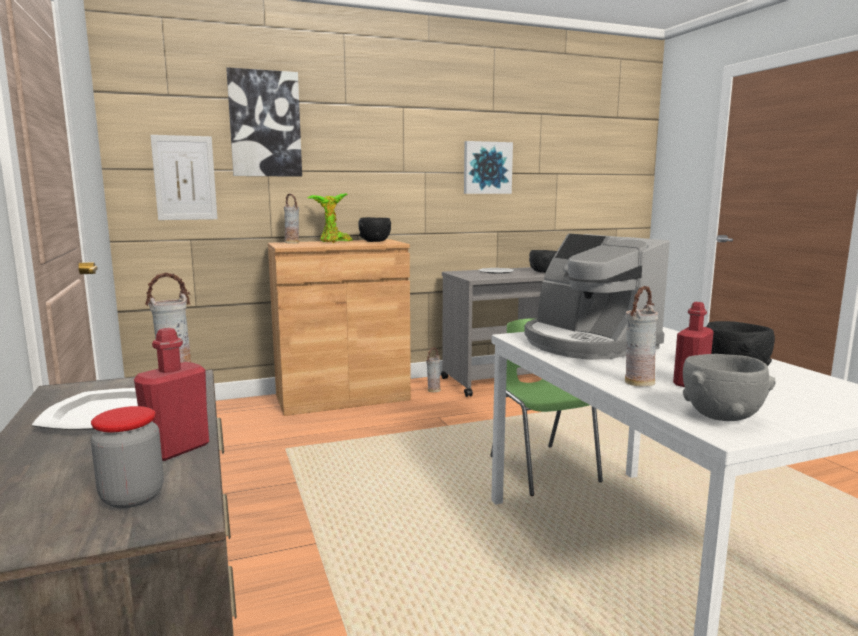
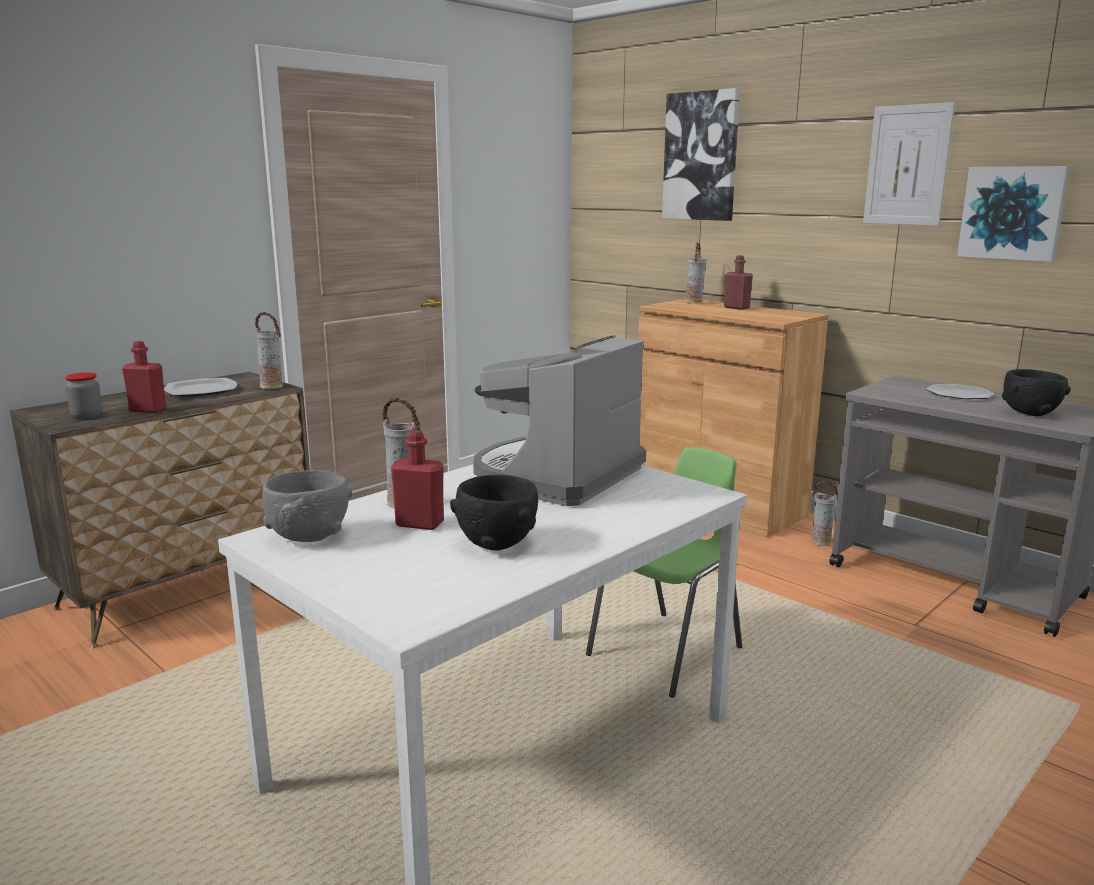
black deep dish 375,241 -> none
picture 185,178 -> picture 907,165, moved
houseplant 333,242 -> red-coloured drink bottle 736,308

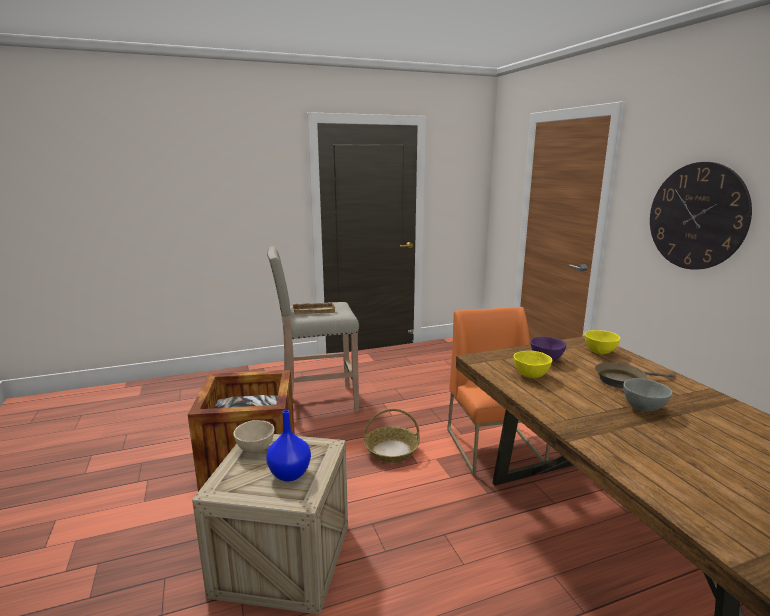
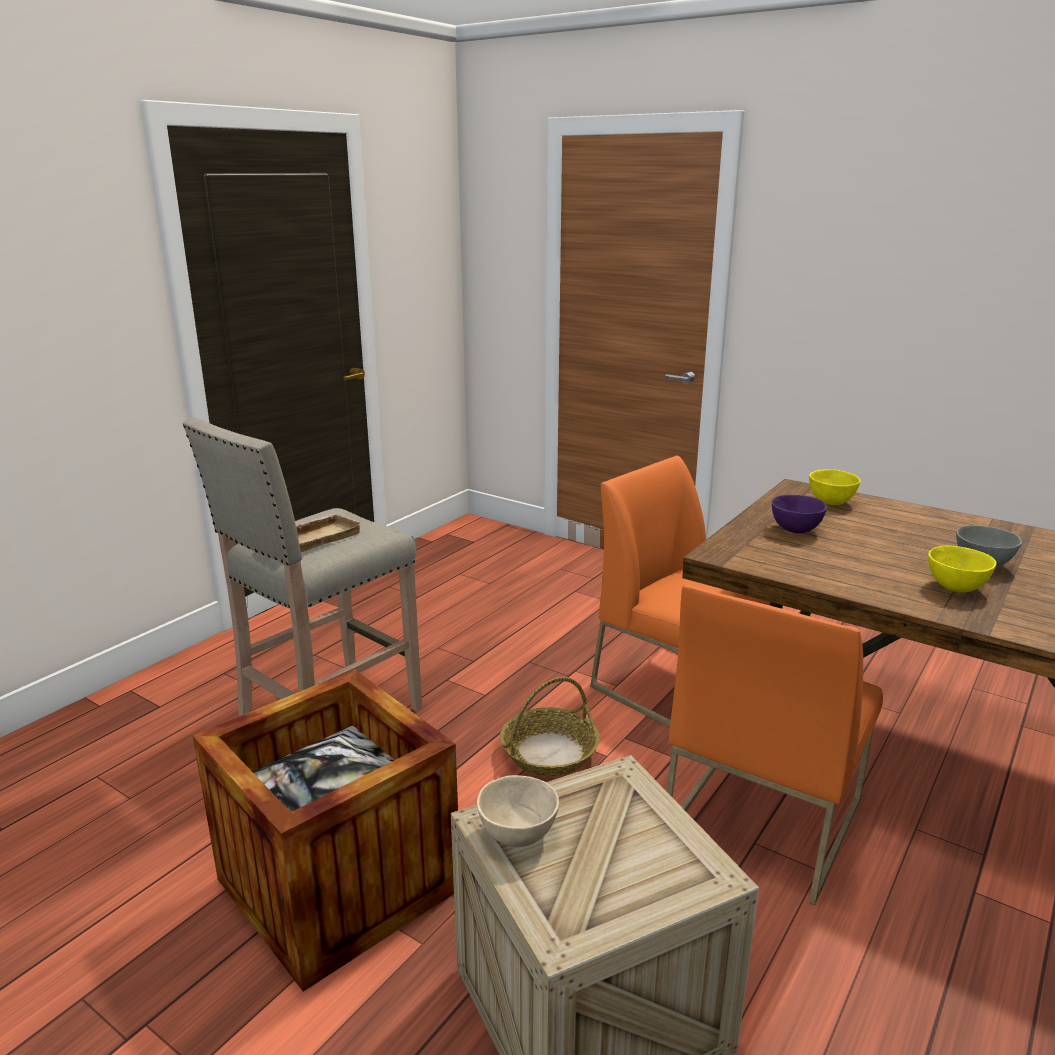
blue-coloured flower vase 289,474 -> none
brown skillet 623,380 -> none
clock on the wall 696,216 -> none
none -> orange upright chair 761,818
yellowish deep dish 530,376 -> yellowish deep dish 955,588, moved

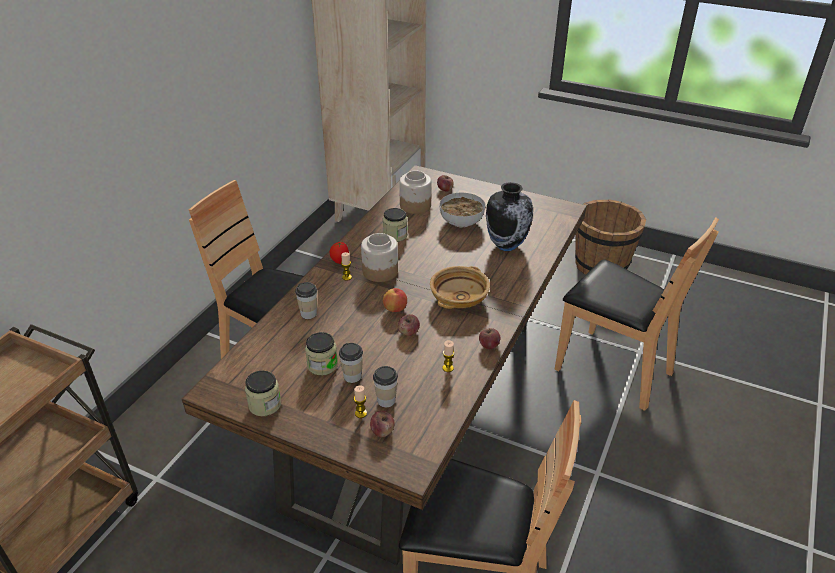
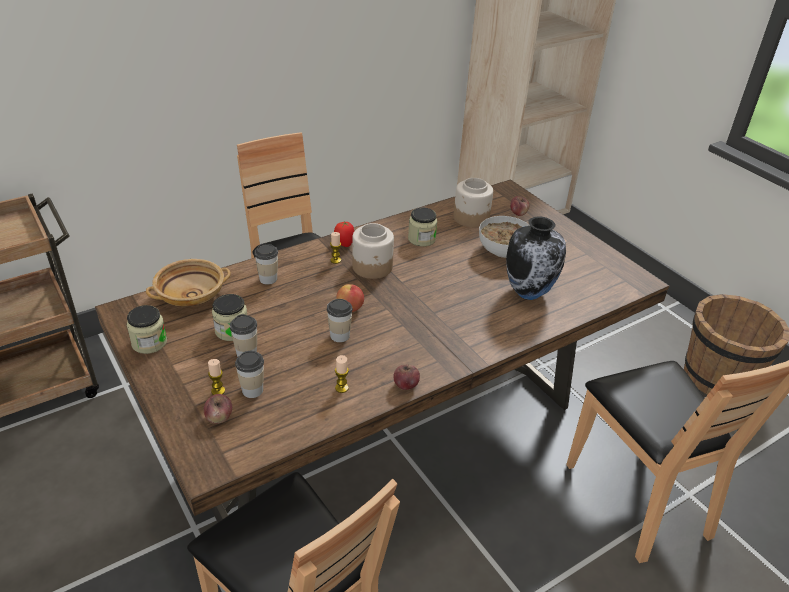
sand-coloured deep dish 459,298 -> sand-coloured deep dish 191,296, moved
whole apple 408,332 -> drinking cup 340,336

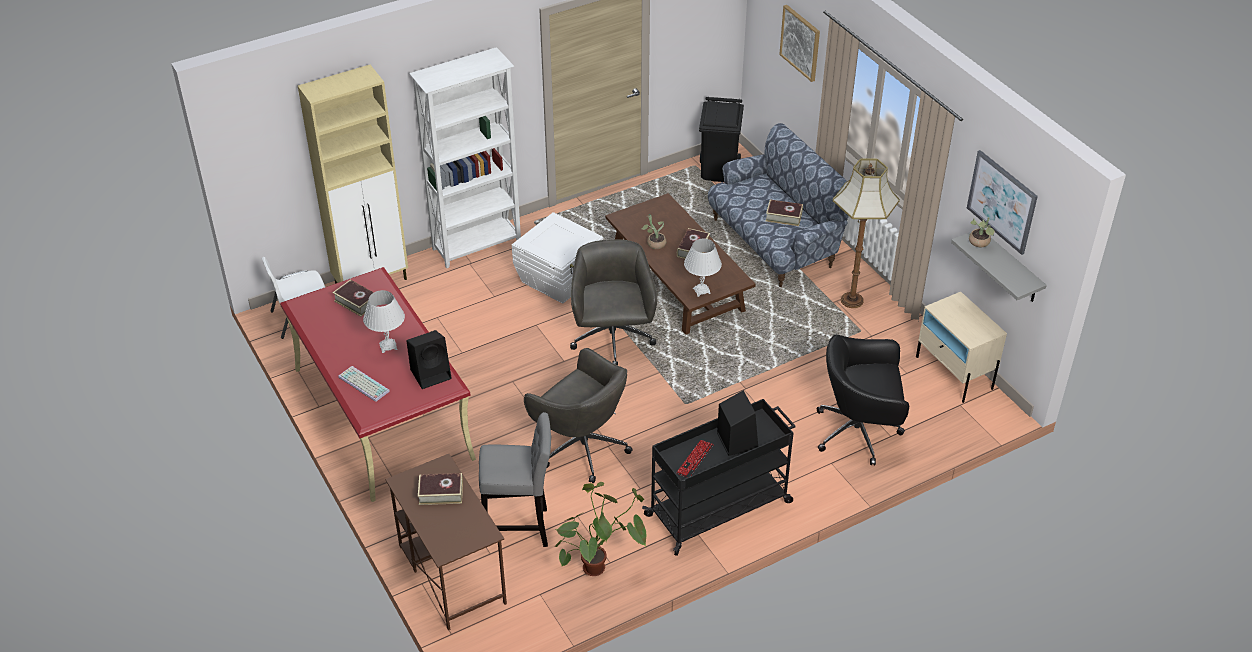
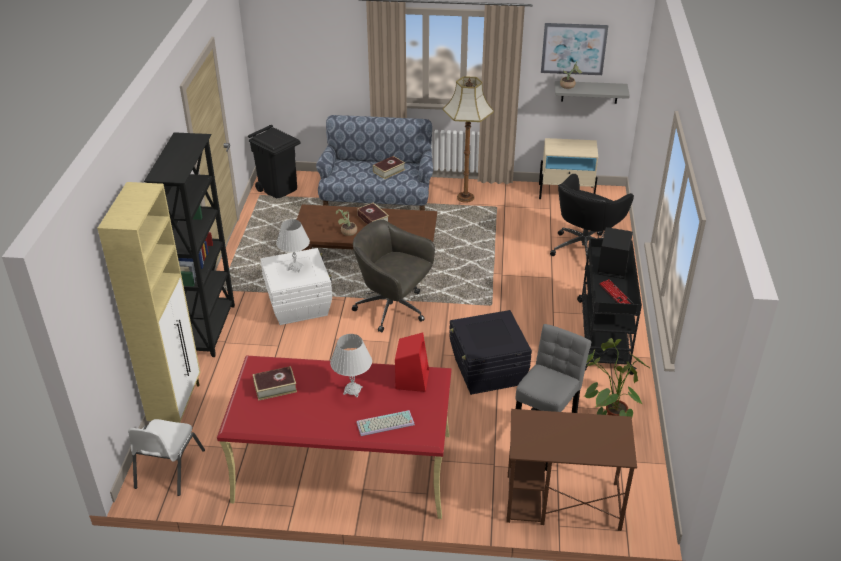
book 441,493 -> none
picture 800,42 -> none
white-coloured lamp for a table 701,291 -> white-coloured lamp for a table 295,268, moved
greyish desk chair 581,447 -> black storage bin 487,372
black loudspeaker 431,373 -> red-coloured loudspeaker 412,379
white-coloured bookshelf 478,246 -> black bookshelf 210,329

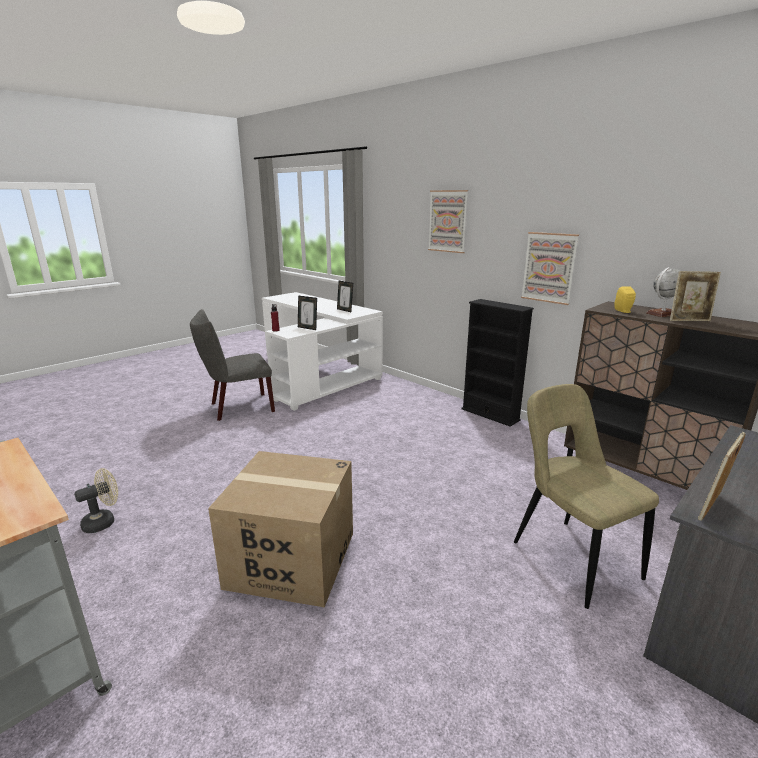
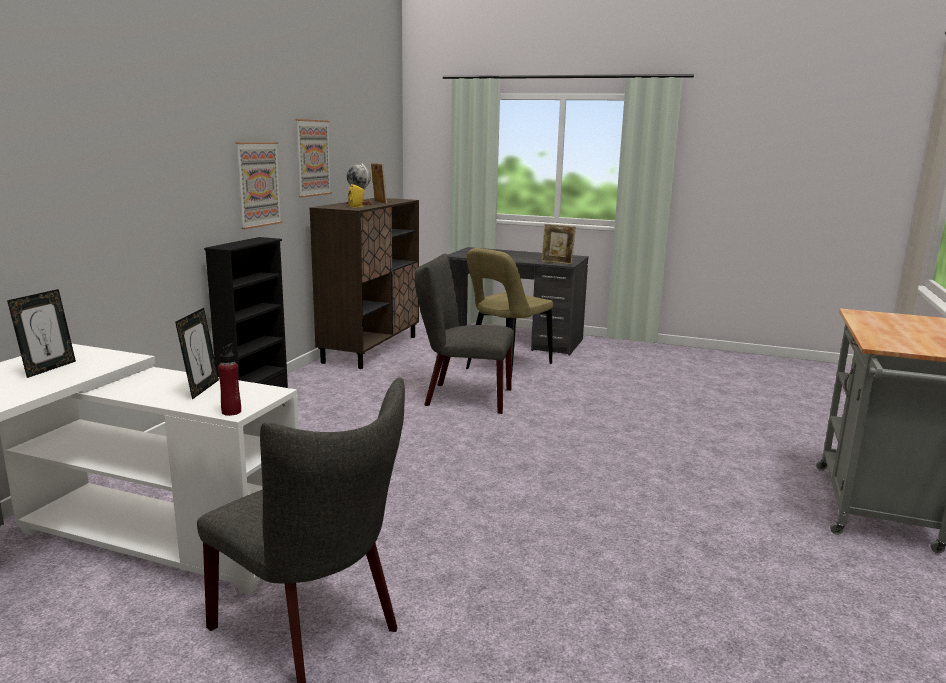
sand-coloured electric fan 104,521 -> none
carton 291,559 -> none
none -> greyish upright chair 462,397
picture 448,221 -> picture 312,158, moved

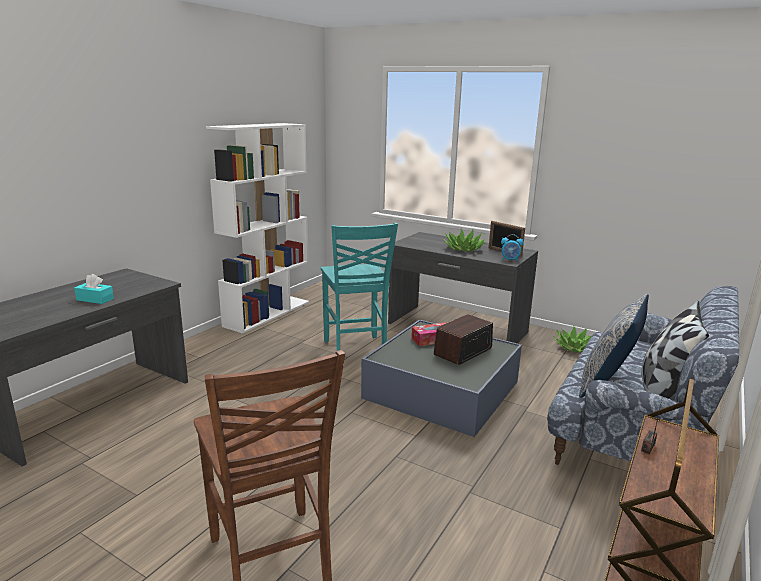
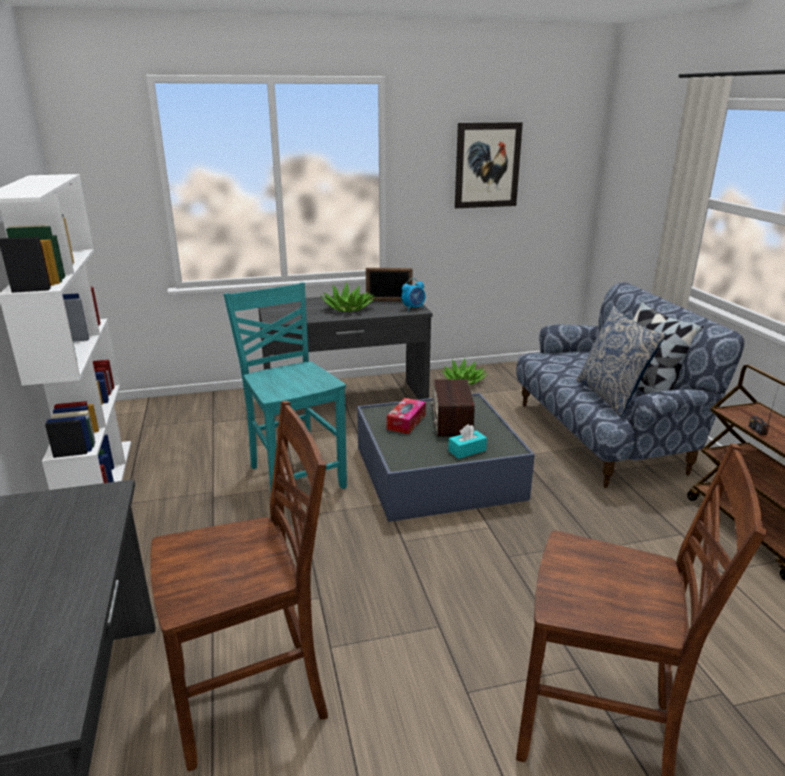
none -> brown upright chair 253,698
none -> picture 487,165
turquoise tissue holder 95,299 -> turquoise tissue holder 467,450, moved
turquoise upright chair 355,352 -> turquoise upright chair 295,476, 150 degrees counterclockwise

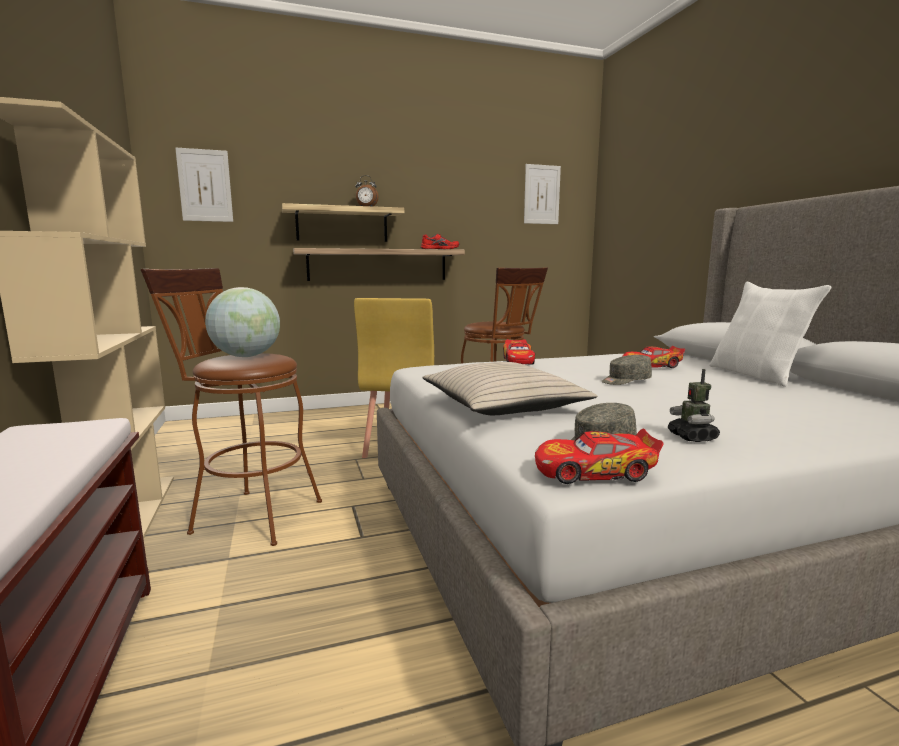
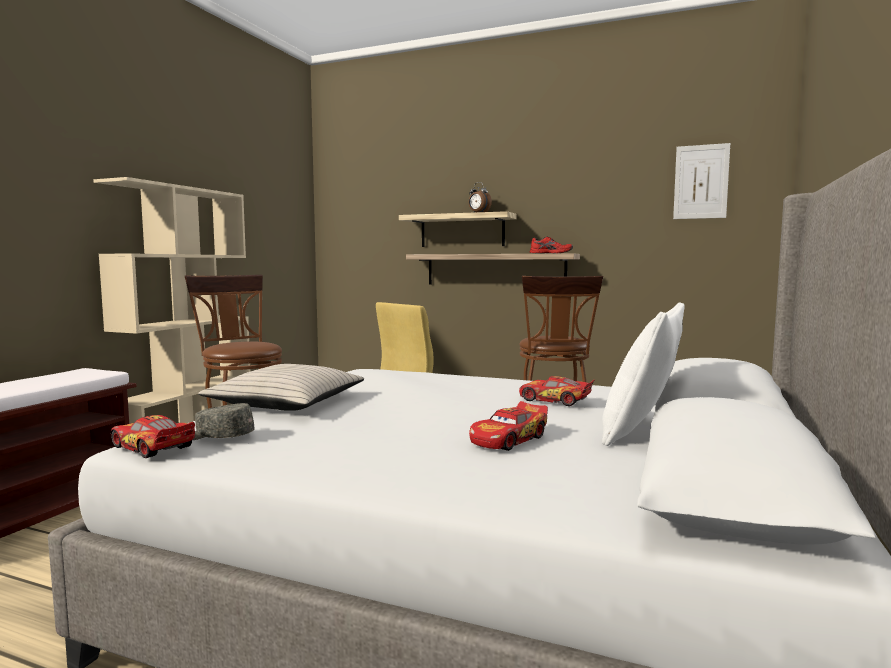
picture 205,185 -> none
globe 246,356 -> none
greyish baseball cap 625,381 -> none
toy robot 692,437 -> none
toy car 518,361 -> toy car 509,439, moved

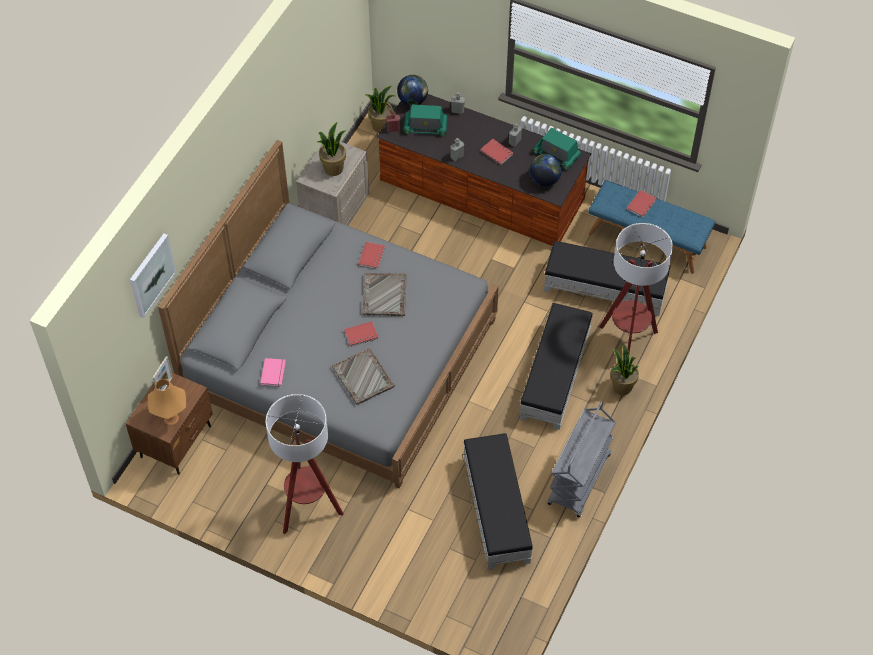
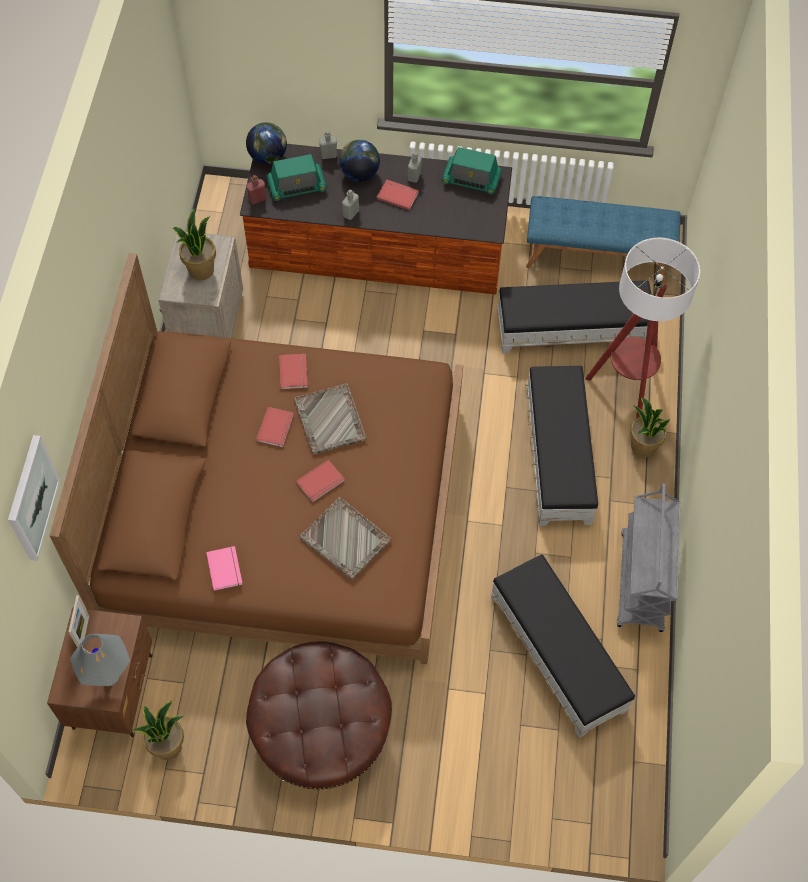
houseplant 381,126 -> houseplant 167,745, moved
globe 544,180 -> globe 359,174, moved
red-coloured book 642,205 -> red-coloured book 276,428, moved
floor lamp 308,509 -> brown footrest 321,729
orange lamp for a table 171,418 -> greyish lamp for a table 108,676
greyish sleeping bed 340,356 -> brown sleeping bed 284,509

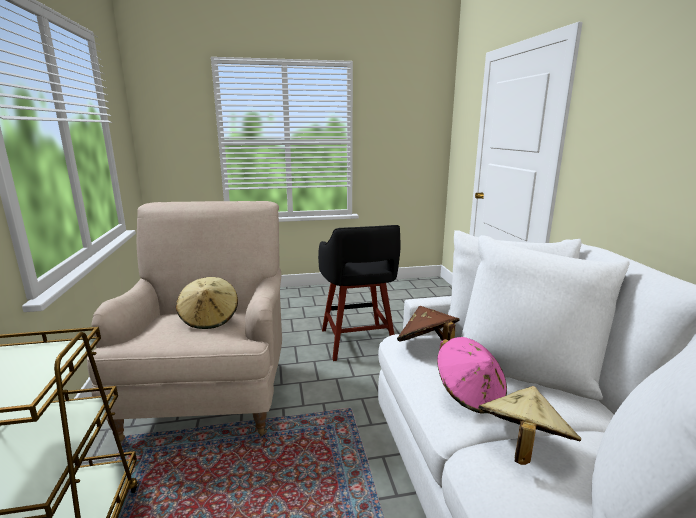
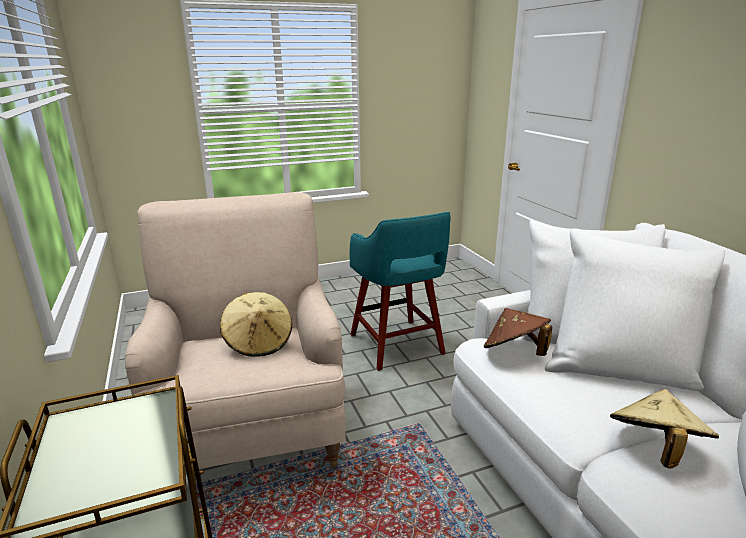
pinkish hat 469,394 -> none
black sitting stool 358,342 -> turquoise sitting stool 397,345

